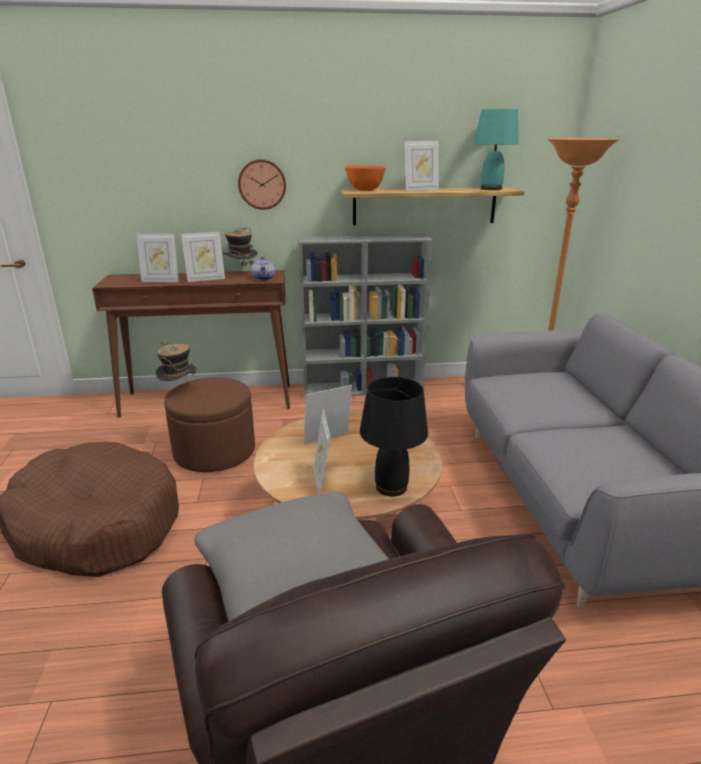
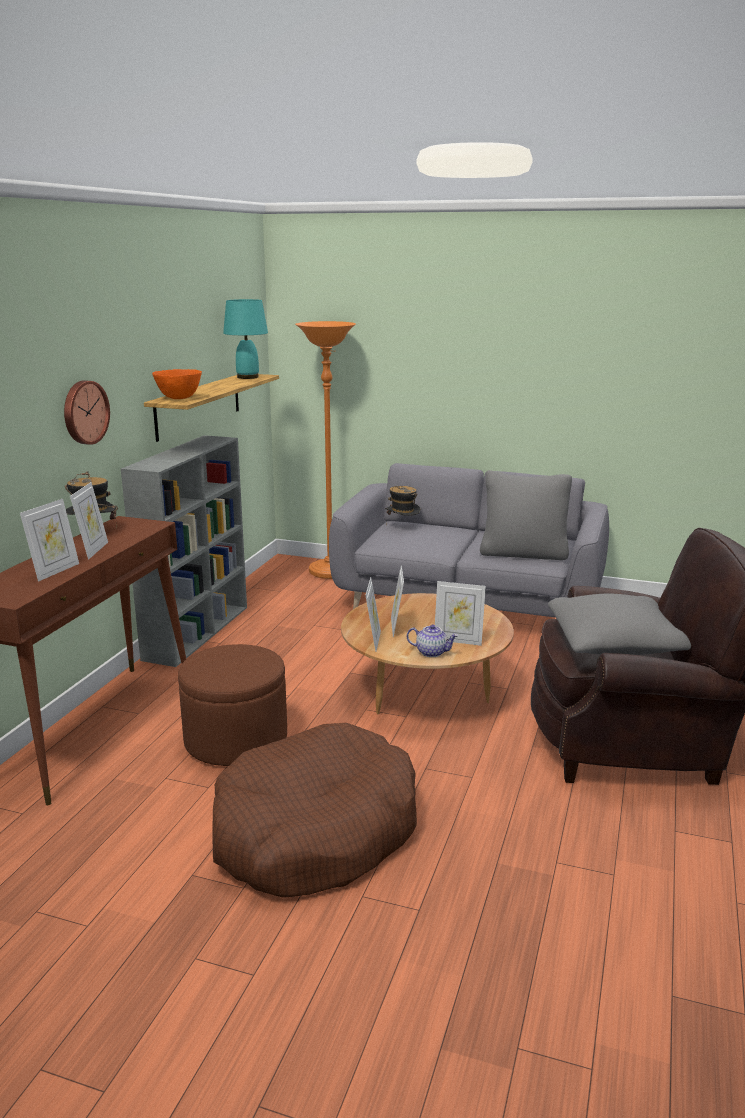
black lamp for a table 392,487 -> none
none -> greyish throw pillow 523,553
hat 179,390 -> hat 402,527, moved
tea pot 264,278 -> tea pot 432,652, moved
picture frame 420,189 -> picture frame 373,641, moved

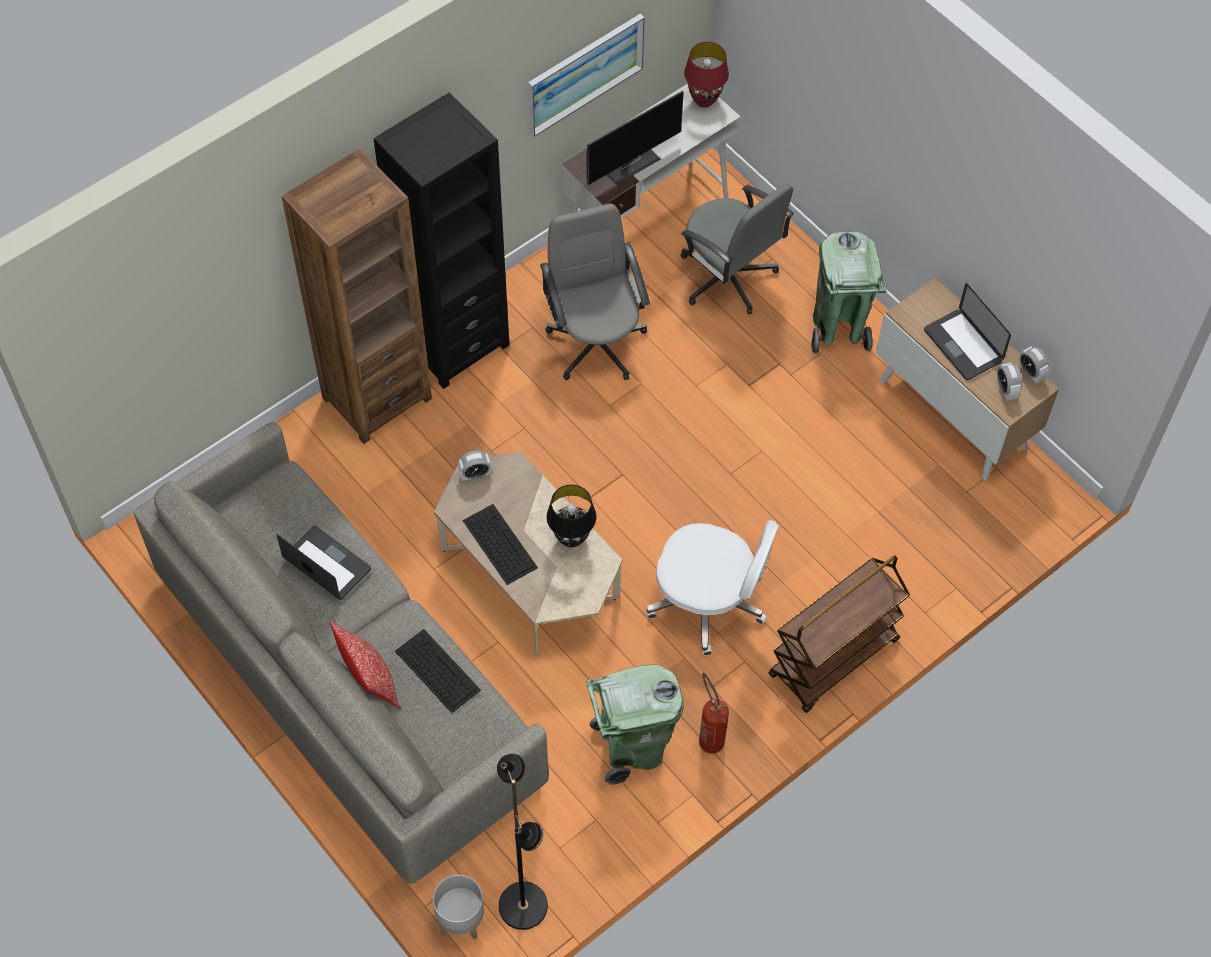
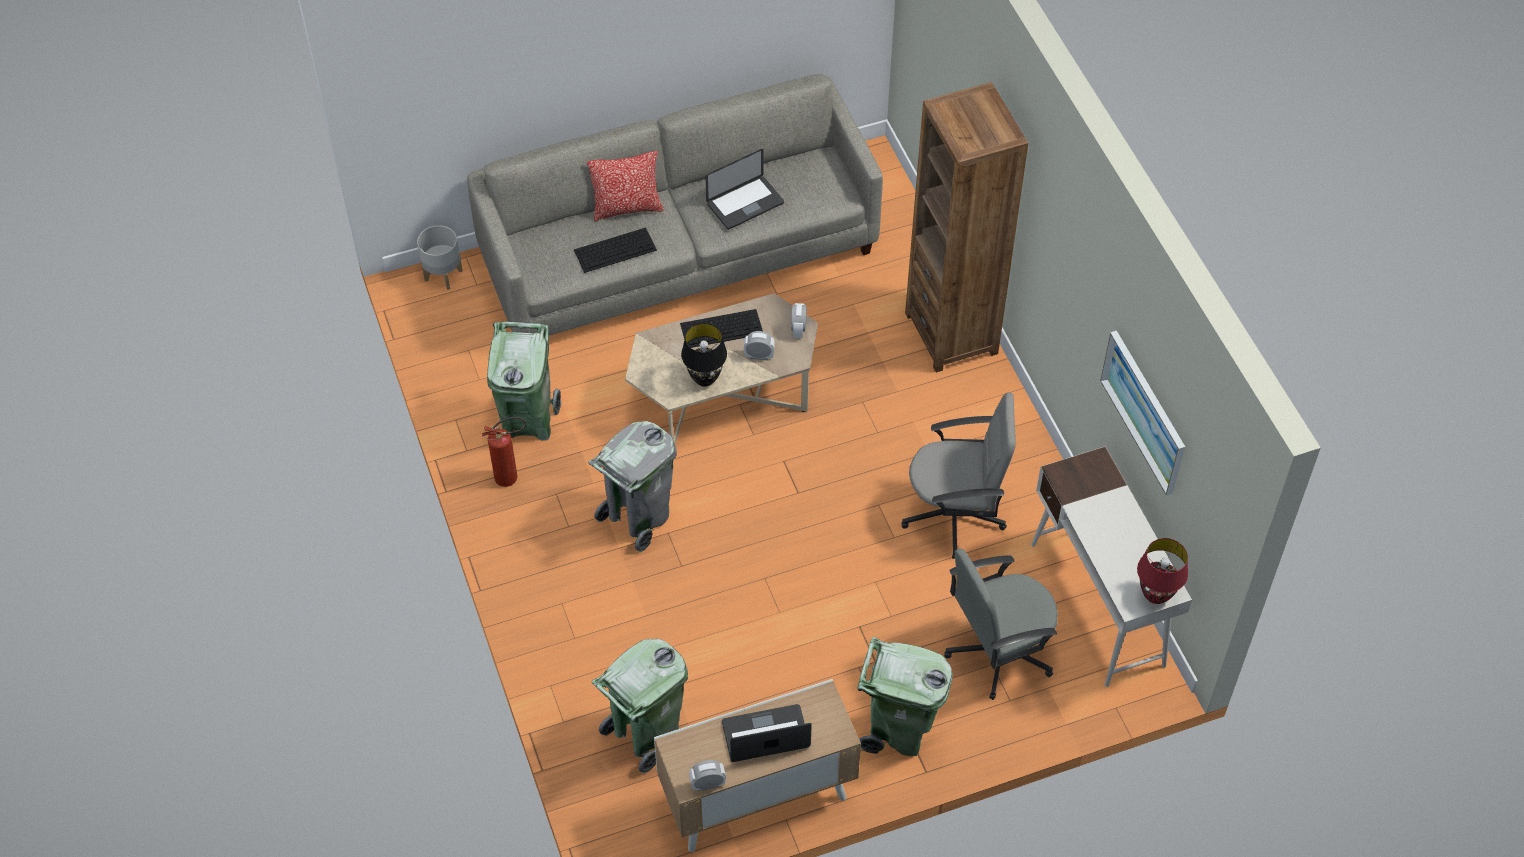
black bookshelf 455,344 -> none
black floor lamp 524,905 -> none
monitor 629,161 -> none
brown wheeled cart 833,659 -> none
none -> green waste bin 645,734
table clock 1006,390 -> table clock 759,356, moved
white-coloured desk chair 709,602 -> greyish waste bin 638,518

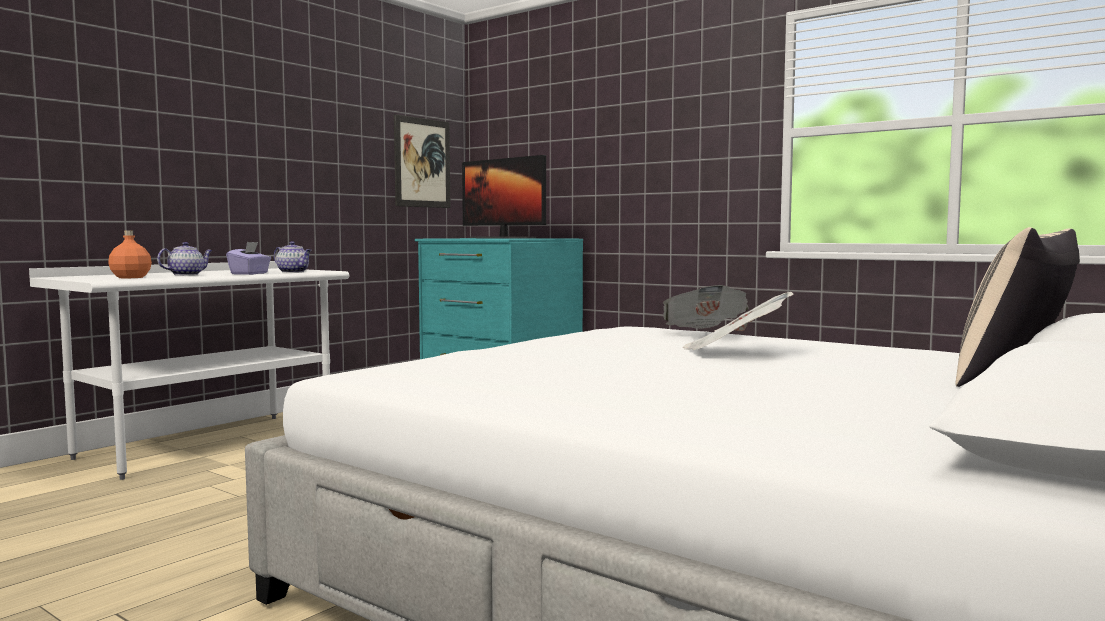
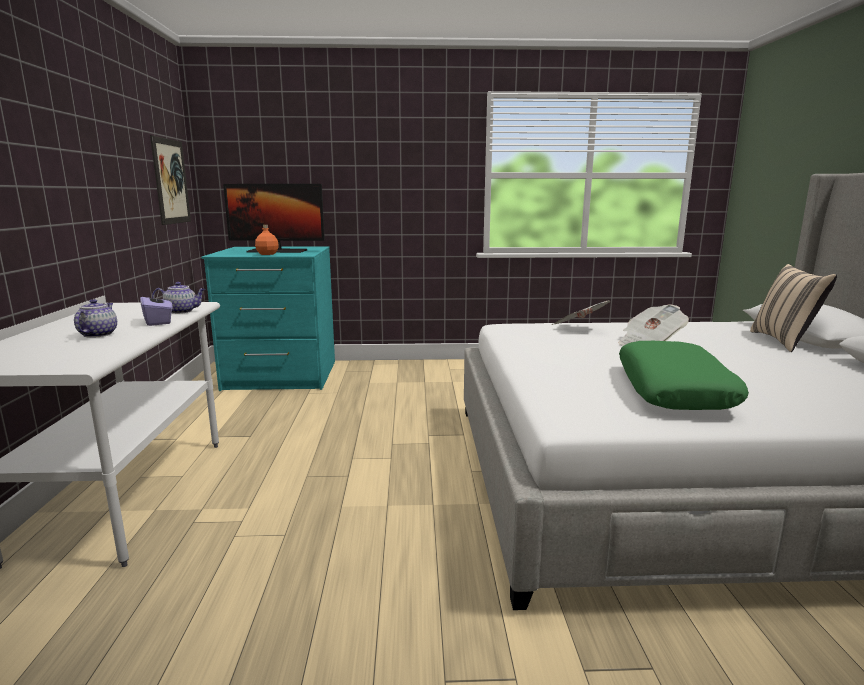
none -> green throw pillow 674,390
orange drink bottle 131,277 -> orange drink bottle 267,254, moved

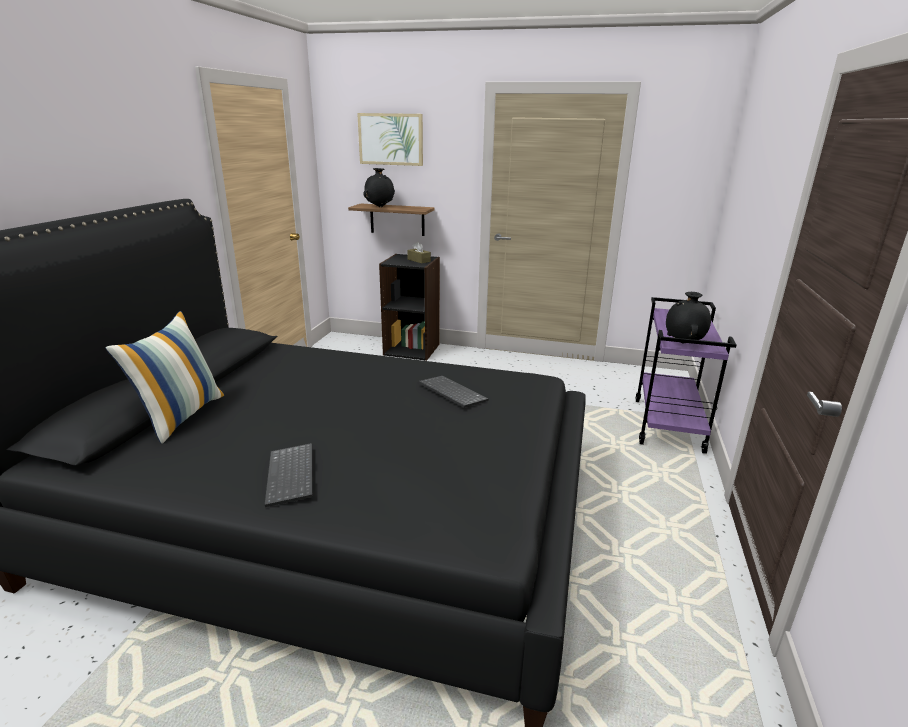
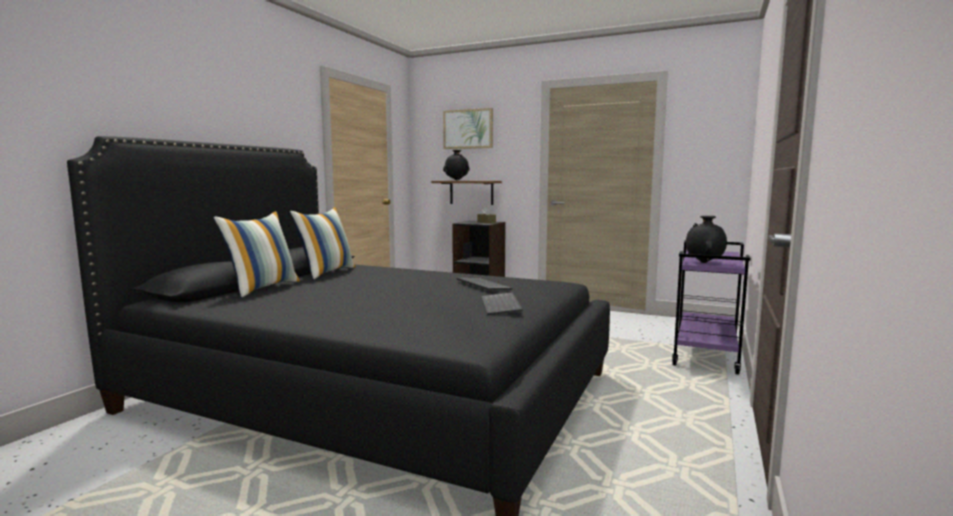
none -> throw pillow 326,272
PC keyboard 292,476 -> PC keyboard 502,306, moved

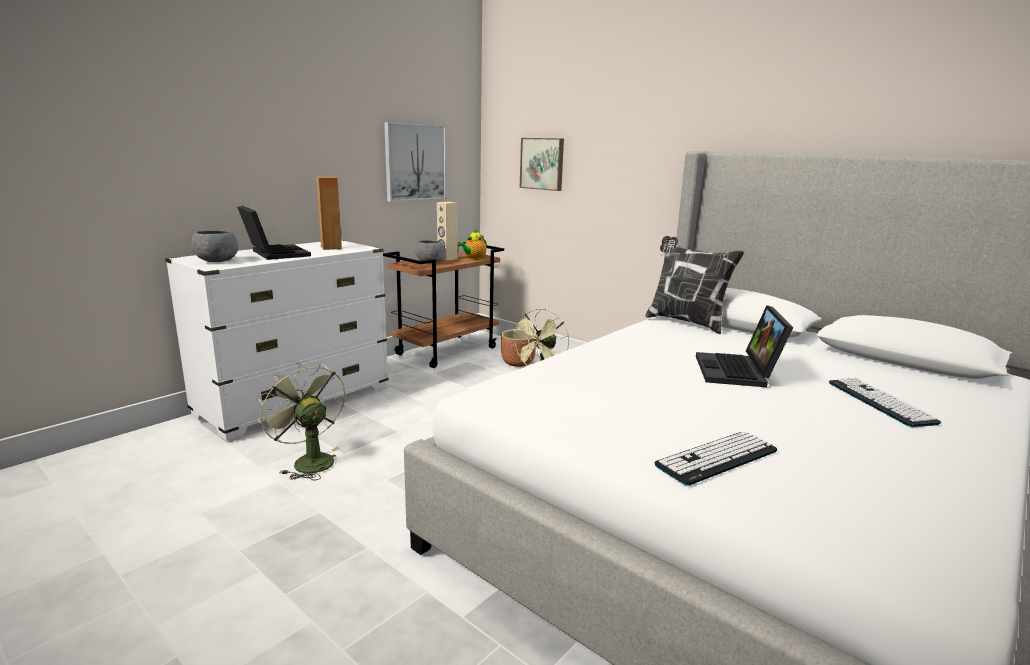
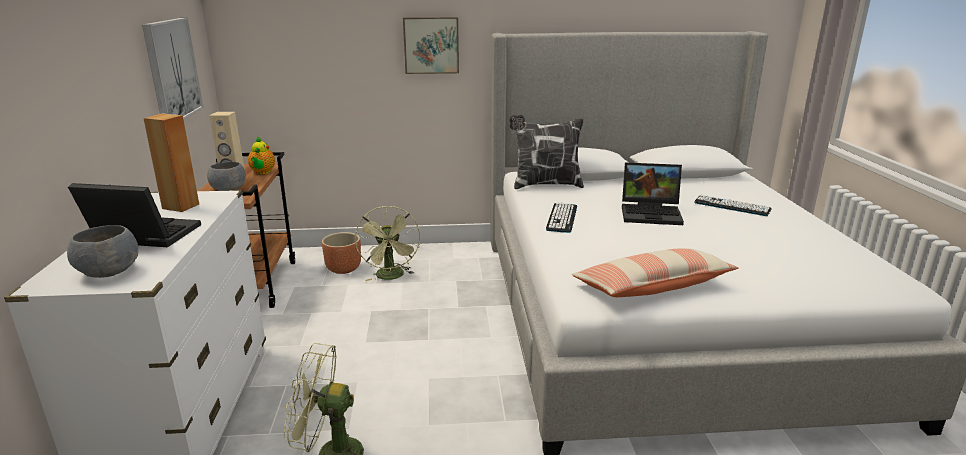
none -> throw pillow 652,287
picture 542,164 -> picture 431,45, moved
PC keyboard 717,458 -> PC keyboard 562,218, moved
portable computer 739,372 -> portable computer 652,213, 45 degrees counterclockwise

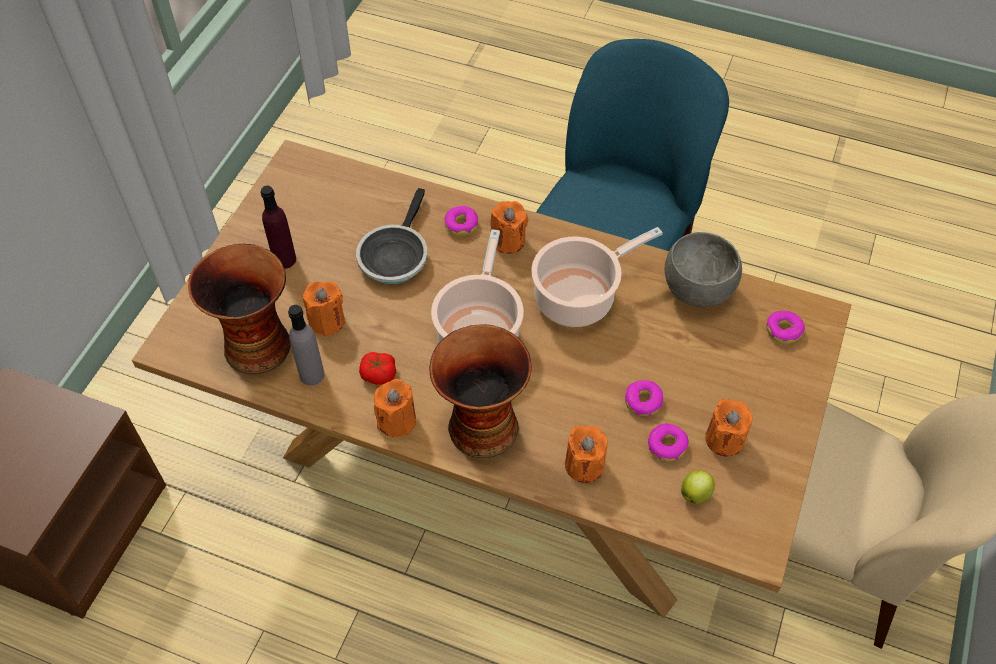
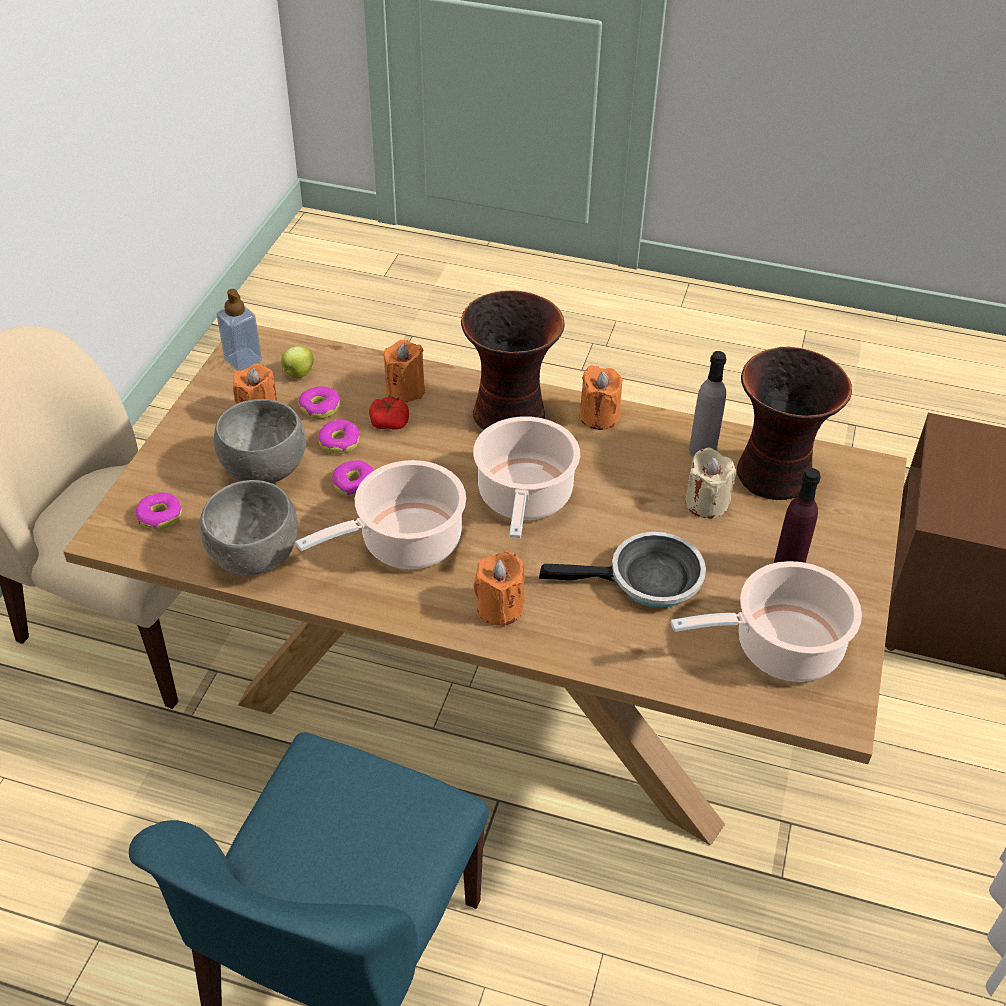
none -> greyish deep dish 266,470
none -> soap dispenser 243,360
none -> saucepot 781,647
fresh tomato 378,374 -> fresh tomato 389,422, moved
donut 461,224 -> donut 354,484, moved
orange wax light 327,321 -> sand-coloured wax light 706,503
skillet 394,256 -> skillet 647,580, 75 degrees clockwise

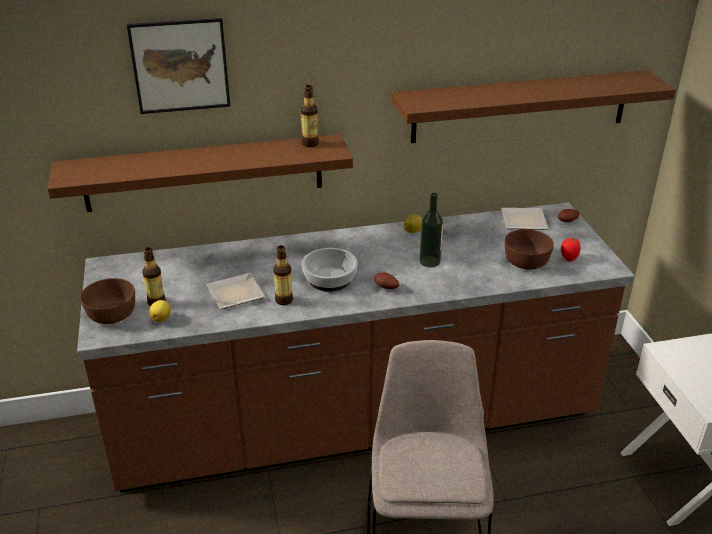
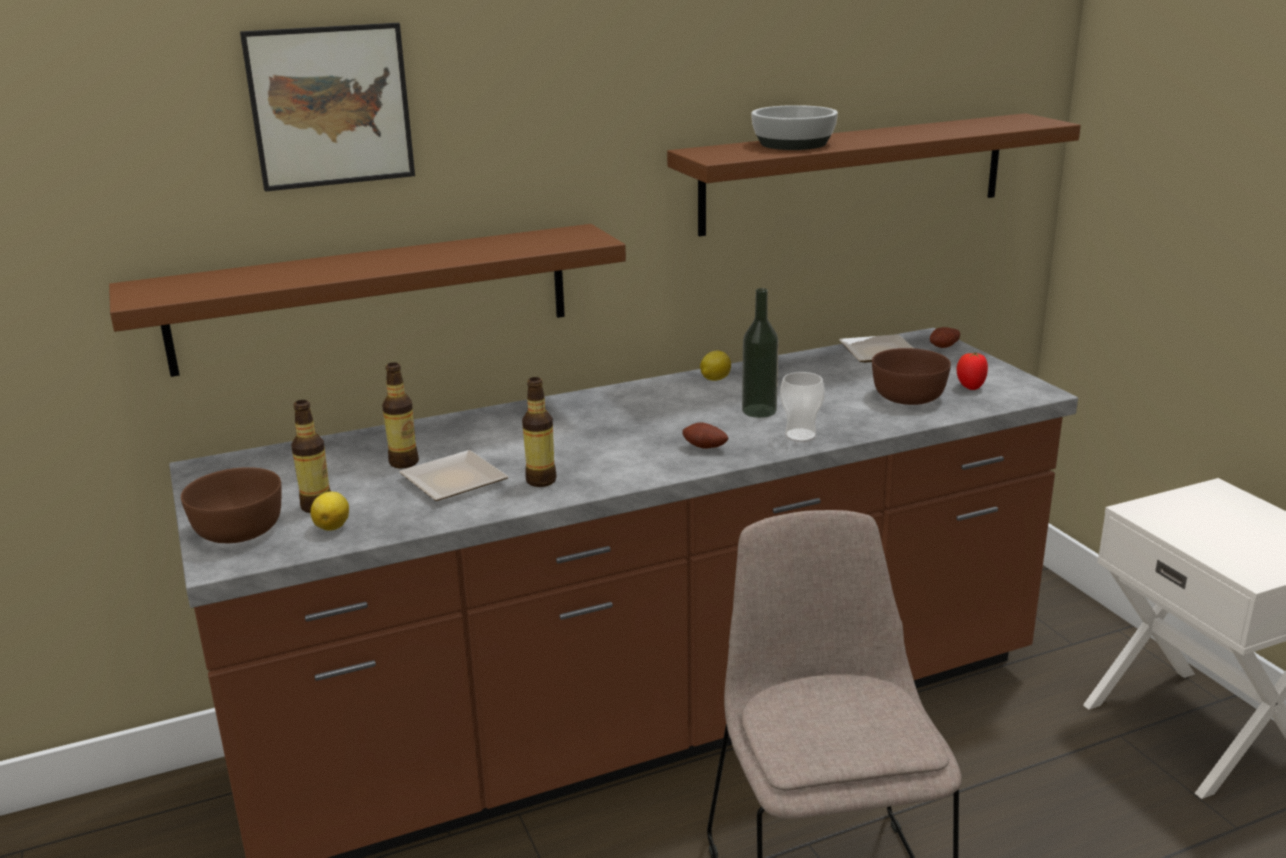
none -> drinking cup 800,435
drink bottle 310,143 -> drink bottle 404,462, moved
deep dish 329,279 -> deep dish 792,143, moved

